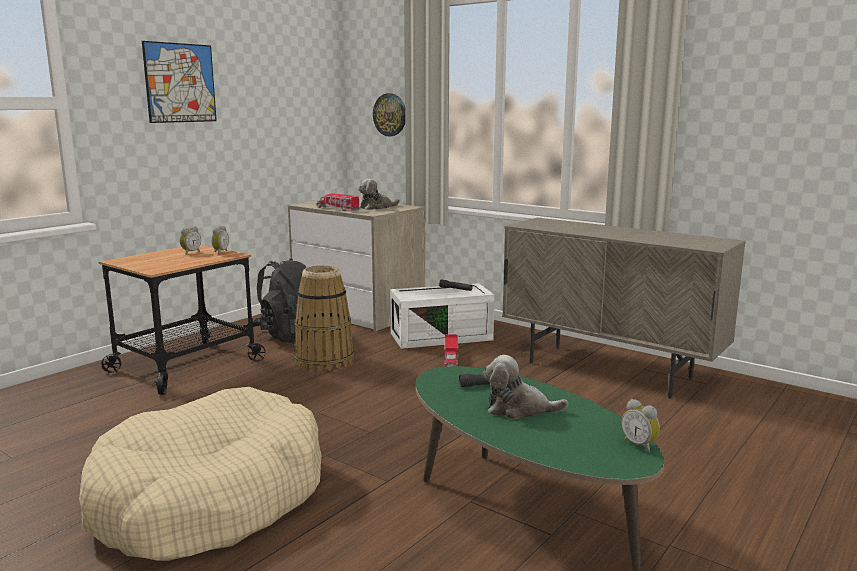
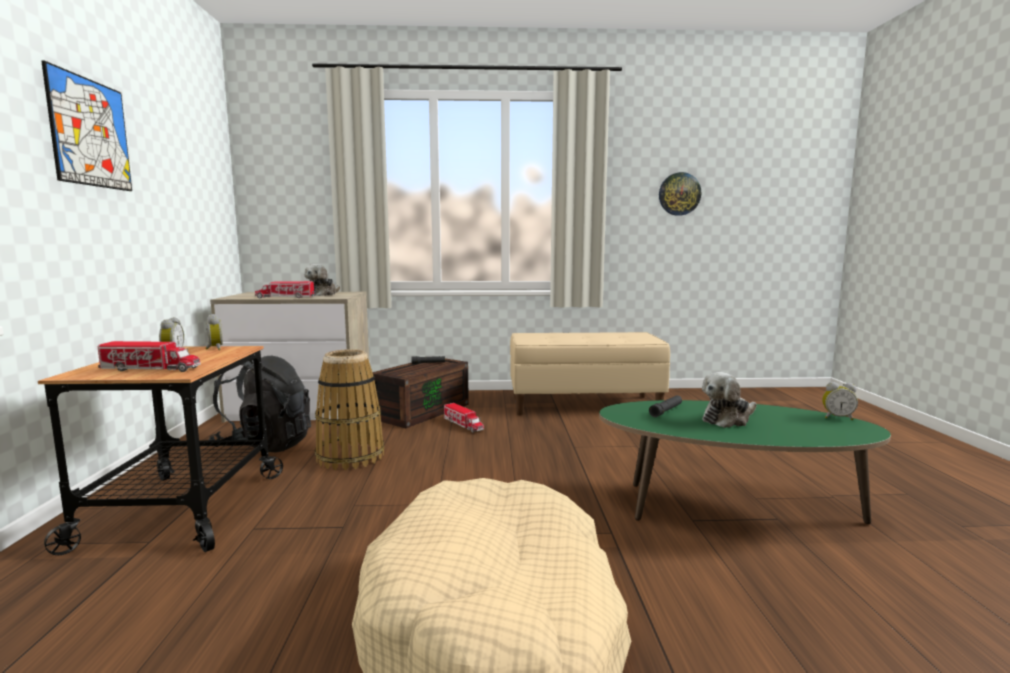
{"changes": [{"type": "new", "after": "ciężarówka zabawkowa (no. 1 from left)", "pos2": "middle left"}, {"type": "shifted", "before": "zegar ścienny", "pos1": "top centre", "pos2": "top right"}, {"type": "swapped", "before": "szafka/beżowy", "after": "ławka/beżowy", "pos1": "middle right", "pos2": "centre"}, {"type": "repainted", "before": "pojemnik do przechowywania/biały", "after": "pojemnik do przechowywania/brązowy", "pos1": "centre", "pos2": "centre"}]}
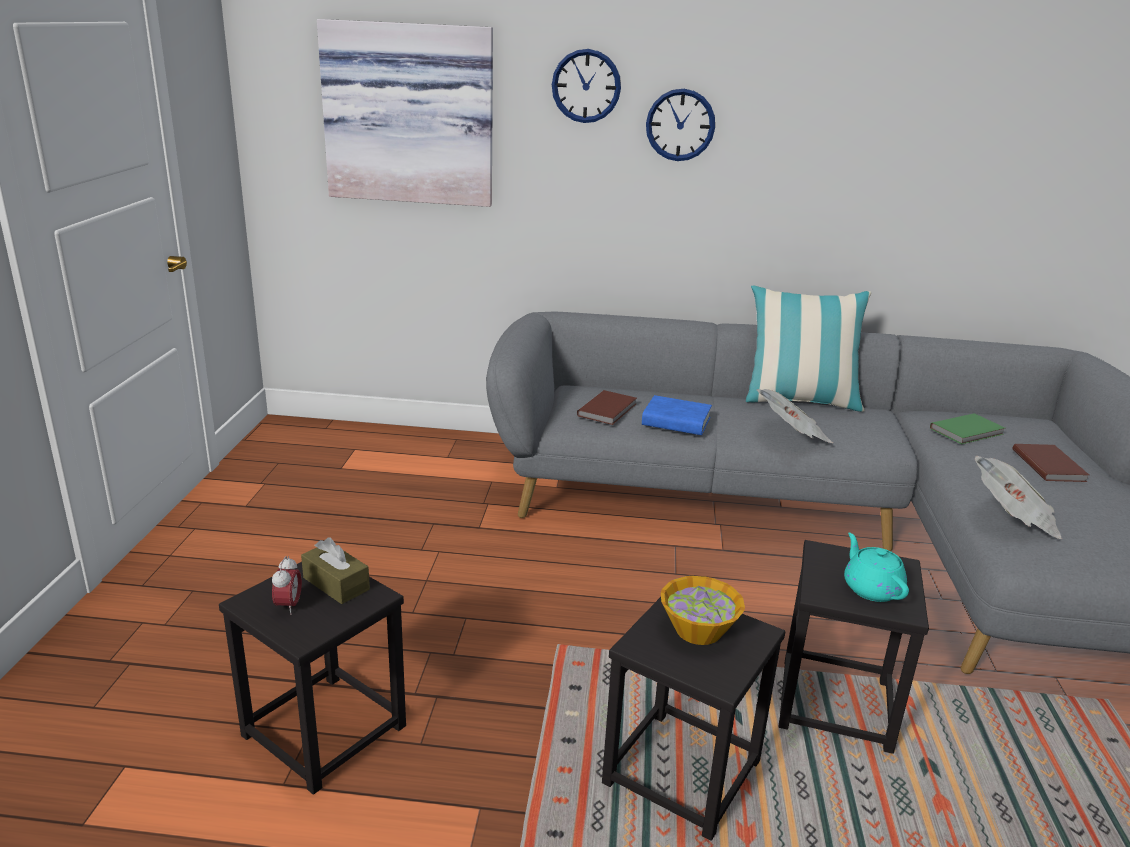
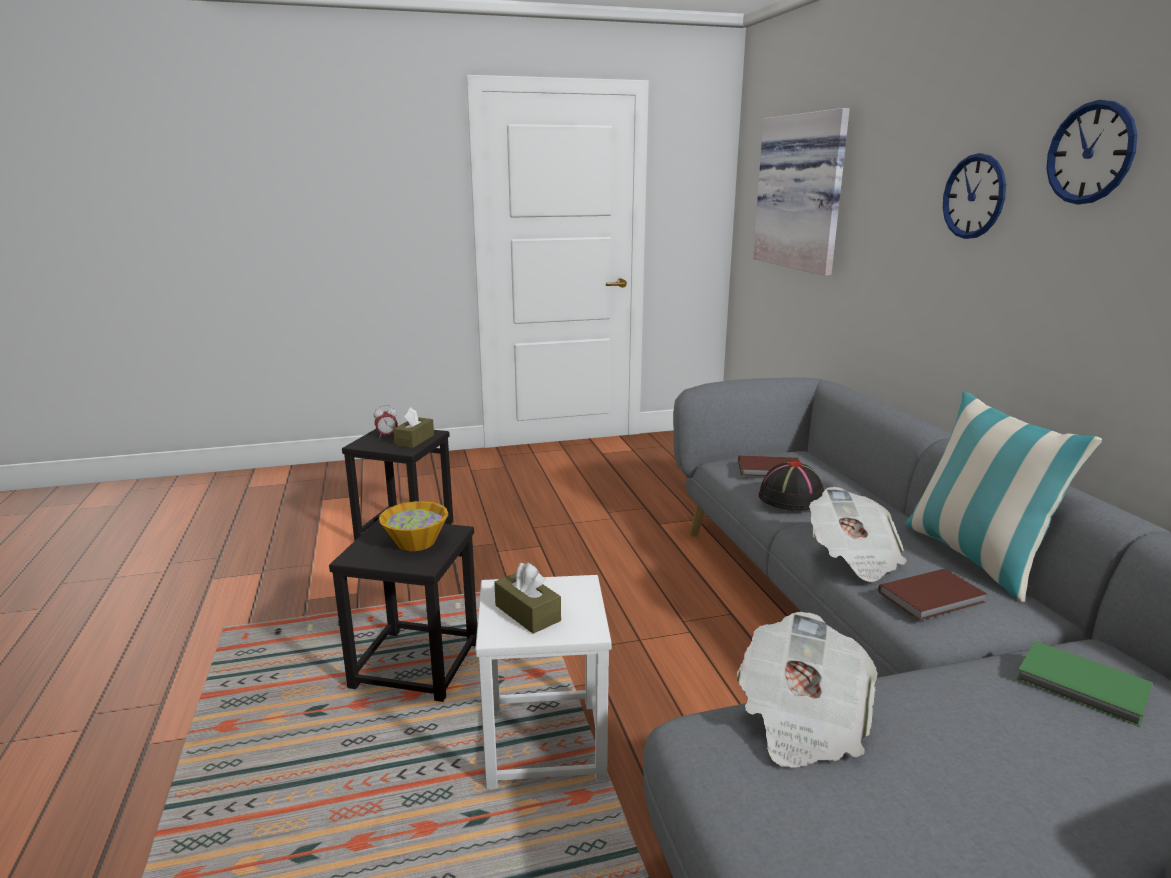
{"changes": [{"type": "shifted", "before": "zegar ścienny (no. 1 from left in the first image)", "after": "zegar ścienny (no. 2 from left)", "pos1": "top centre", "pos2": "top right"}, {"type": "shifted", "before": "książka/brązowy (no. 2 from left)", "pos1": "middle right", "pos2": "bottom right"}, {"type": "swapped", "before": "książka/niebieski", "after": "kapelusz/czarny", "pos1": "centre", "pos2": "middle right"}, {"type": "swapped", "before": "imbryk/turkusowy", "after": "pudełko chusteczek/brązowy (no. 2 from left)", "pos1": "bottom right", "pos2": "bottom centre"}, {"type": "repainted", "before": "stołek/czarny (no. 3 from left)", "after": "stołek/biały", "pos1": "bottom right", "pos2": "bottom centre"}]}
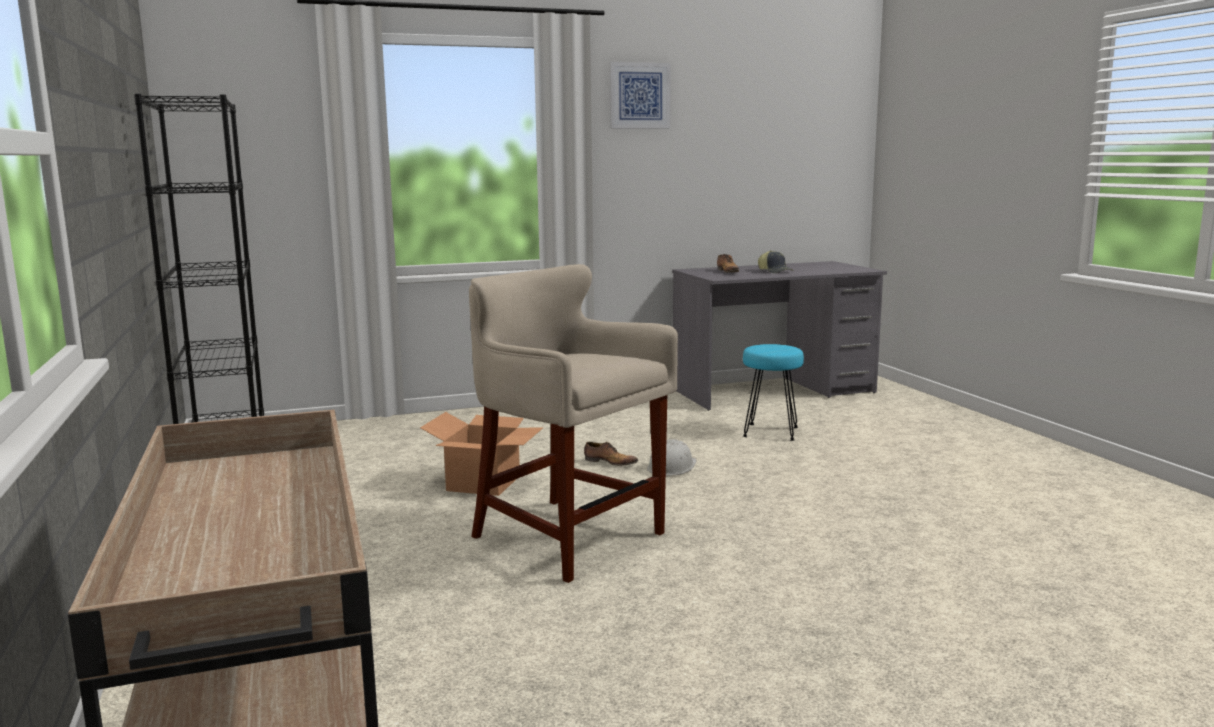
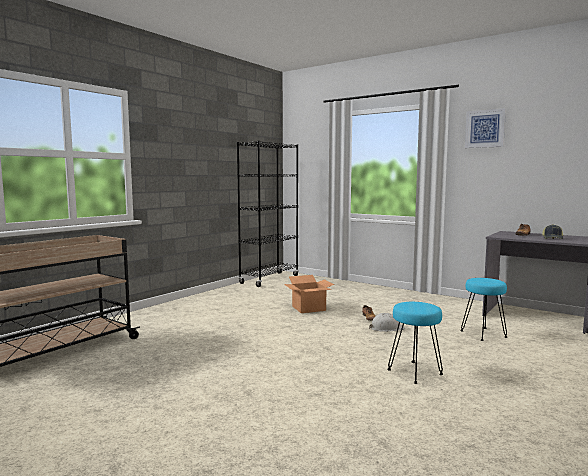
{"changes": [{"type": "gone", "before": "stołek/beżowy", "pos1": "centre"}, {"type": "new", "after": "stołek/turkusowy (no. 1 from left)", "pos2": "bottom right"}]}
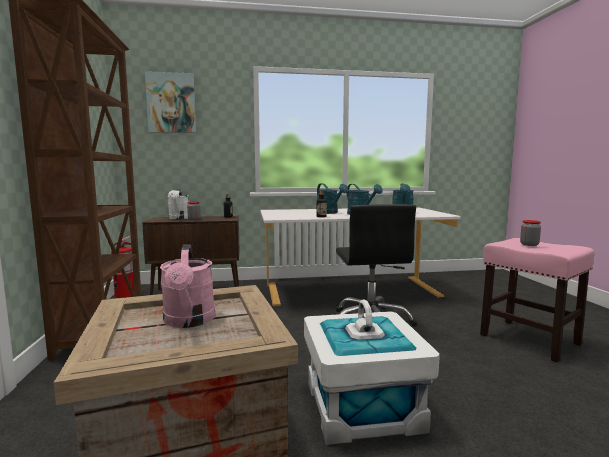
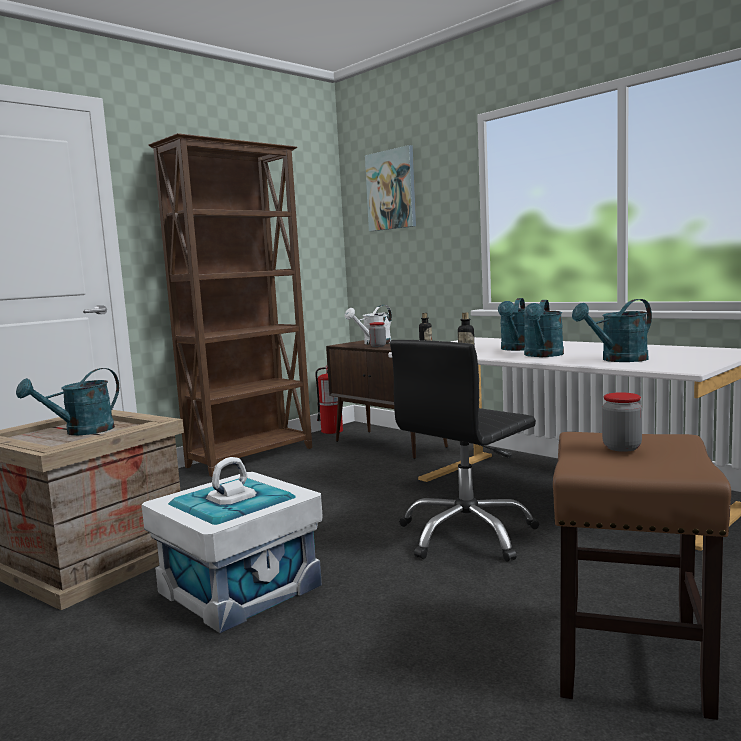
{"changes": [{"type": "repainted", "before": "konewka/różowy", "after": "konewka/turkusowy (no. 1 from left)", "pos1": "middle left", "pos2": "middle left"}, {"type": "repainted", "before": "stołek/różowy", "after": "stołek/brązowy", "pos1": "middle right", "pos2": "bottom right"}]}
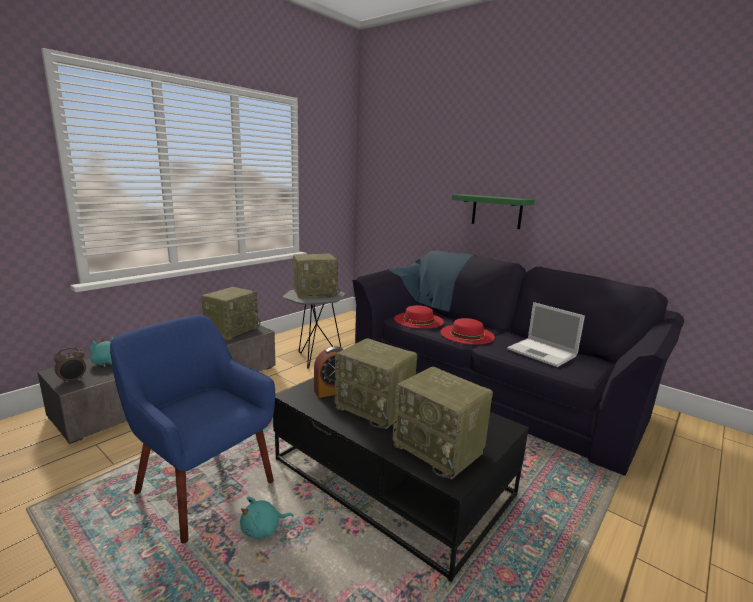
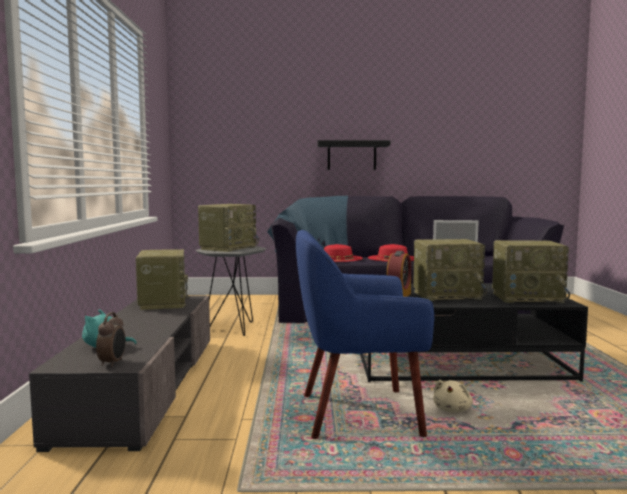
{"changes": [{"type": "repainted", "before": "pluszak/turkusowy (no. 2 from left)", "after": "pluszak/beżowy", "pos1": "bottom centre", "pos2": "bottom right"}, {"type": "repainted", "before": "półka/zielony", "after": "półka/czarny", "pos1": "centre", "pos2": "top centre"}]}
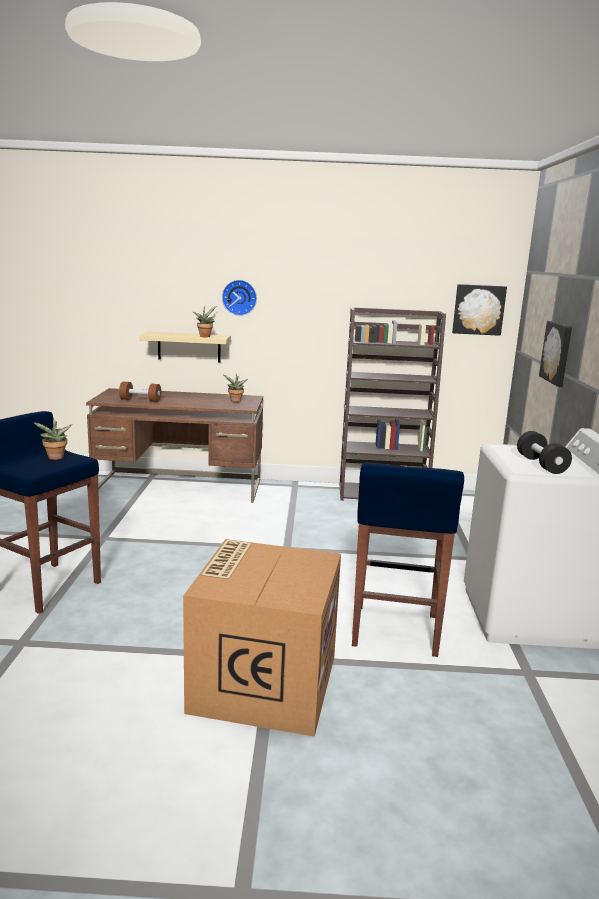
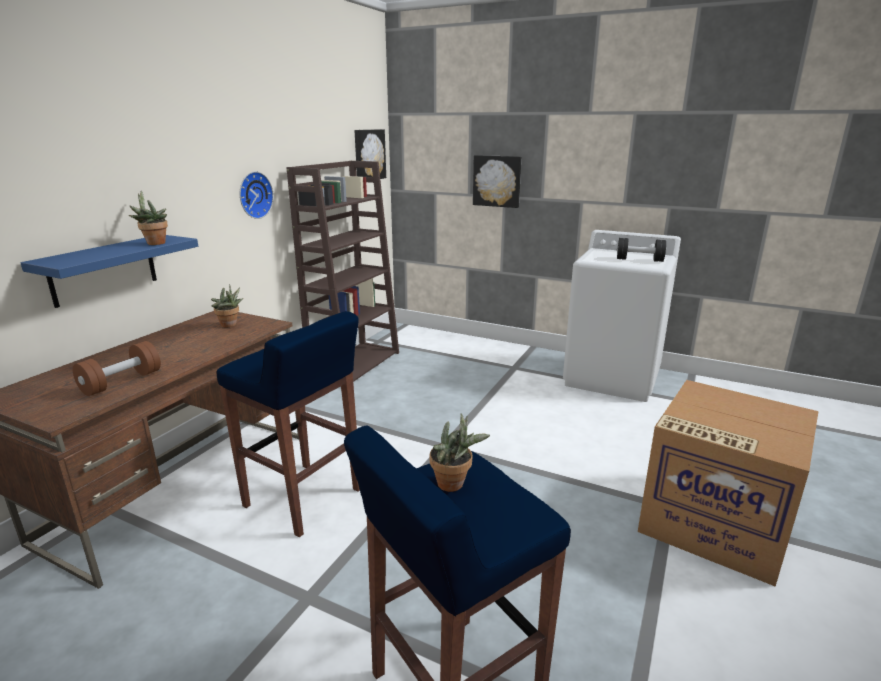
{"changes": [{"type": "shifted", "before": "zegar ścienny", "pos1": "top centre", "pos2": "top left"}, {"type": "shifted", "before": "stołek/niebieski (no. 2 from left in the first image)", "after": "stołek/niebieski (no. 1 from left)", "pos1": "middle right", "pos2": "middle left"}, {"type": "repainted", "before": "półka/beżowy", "after": "półka/niebieski", "pos1": "middle left", "pos2": "middle left"}]}
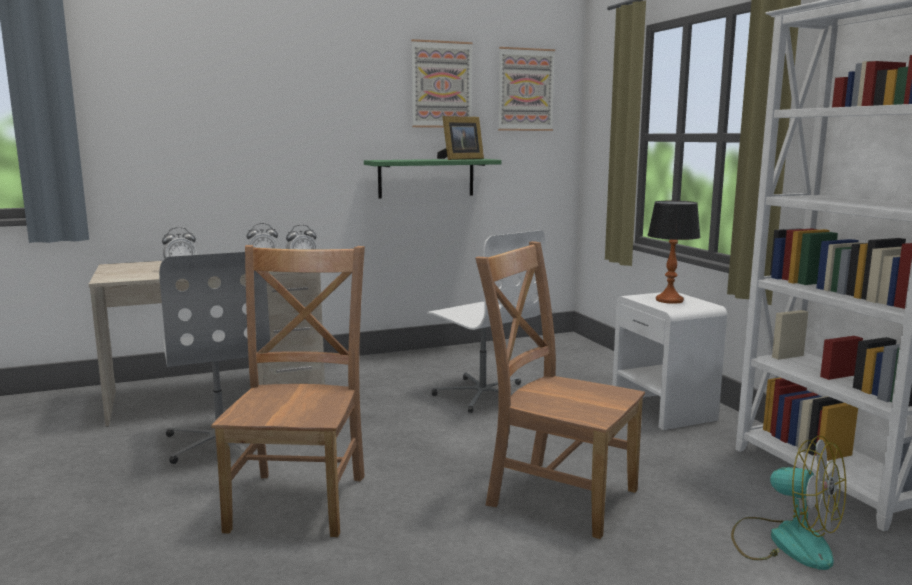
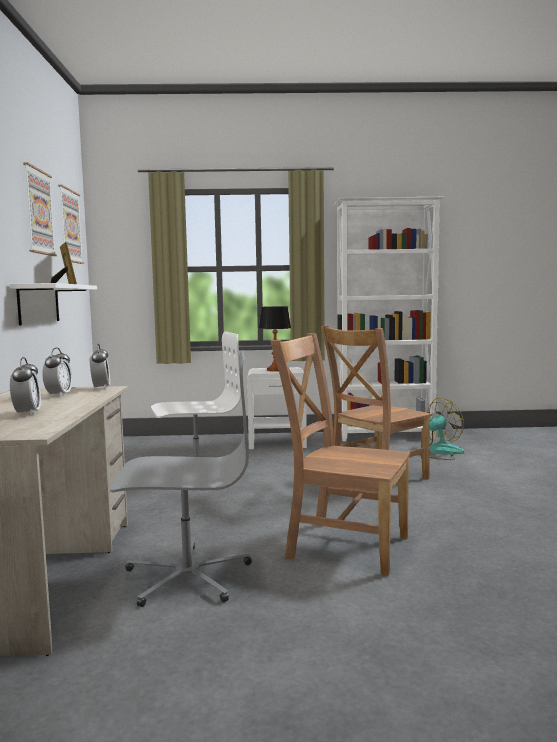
{"changes": [{"type": "repainted", "before": "półka/zielony", "after": "półka/biały", "pos1": "top centre", "pos2": "middle left"}]}
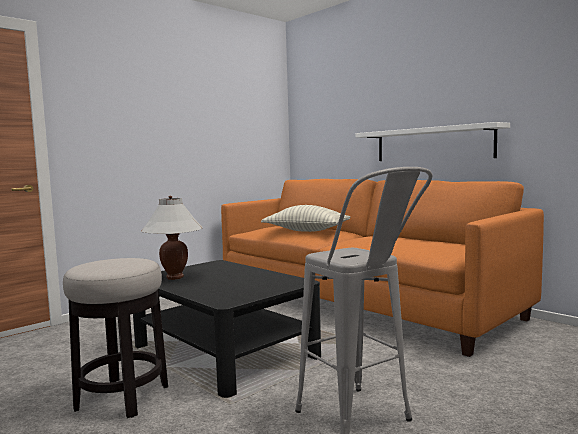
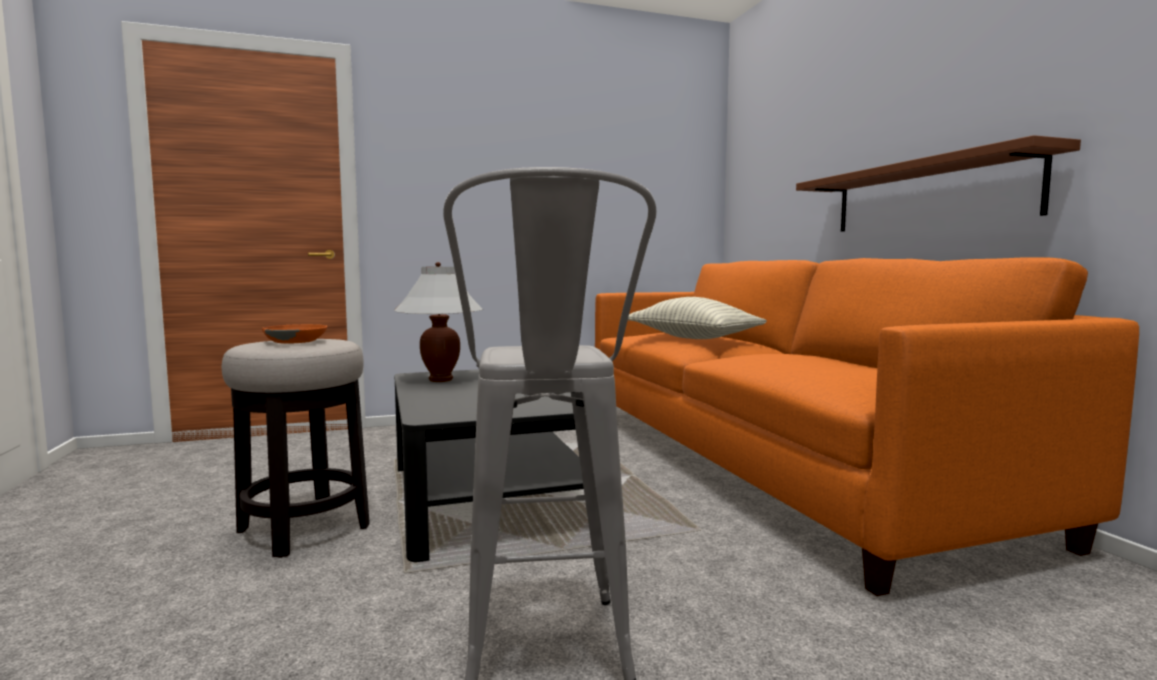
{"changes": [{"type": "new", "after": "miska/pomarańczowy", "pos2": "middle left"}, {"type": "repainted", "before": "półka/biały", "after": "półka/brązowy", "pos1": "top right", "pos2": "top right"}]}
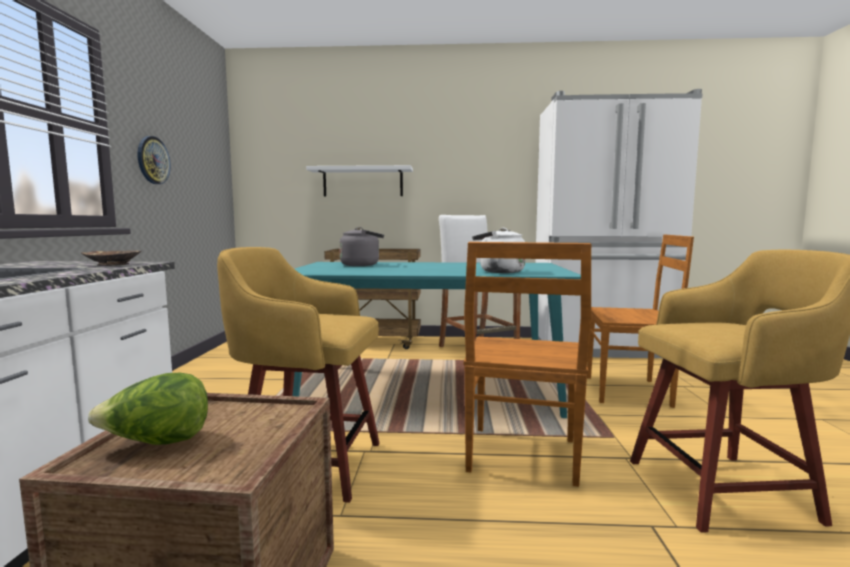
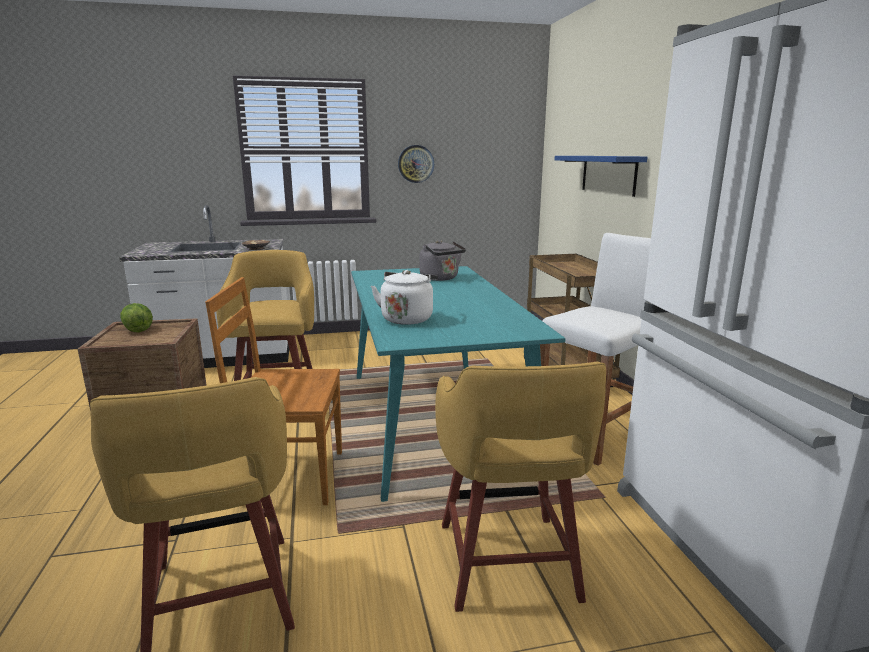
{"changes": [{"type": "swapped", "before": "krzesło/brązowy (no. 2 from left)", "after": "stołek/żółty (no. 3 from left)", "pos1": "middle right", "pos2": "bottom centre"}, {"type": "repainted", "before": "półka/biały", "after": "półka/niebieski", "pos1": "top centre", "pos2": "top right"}]}
